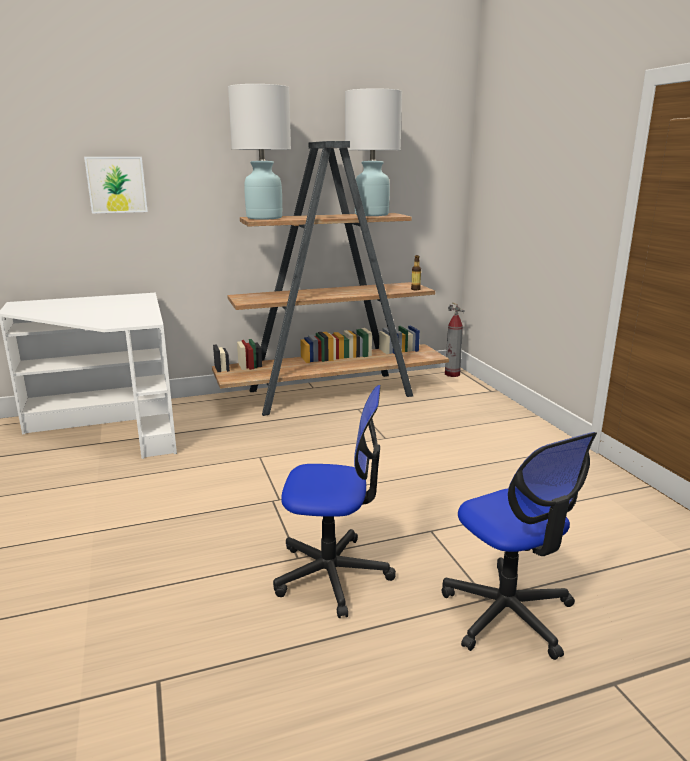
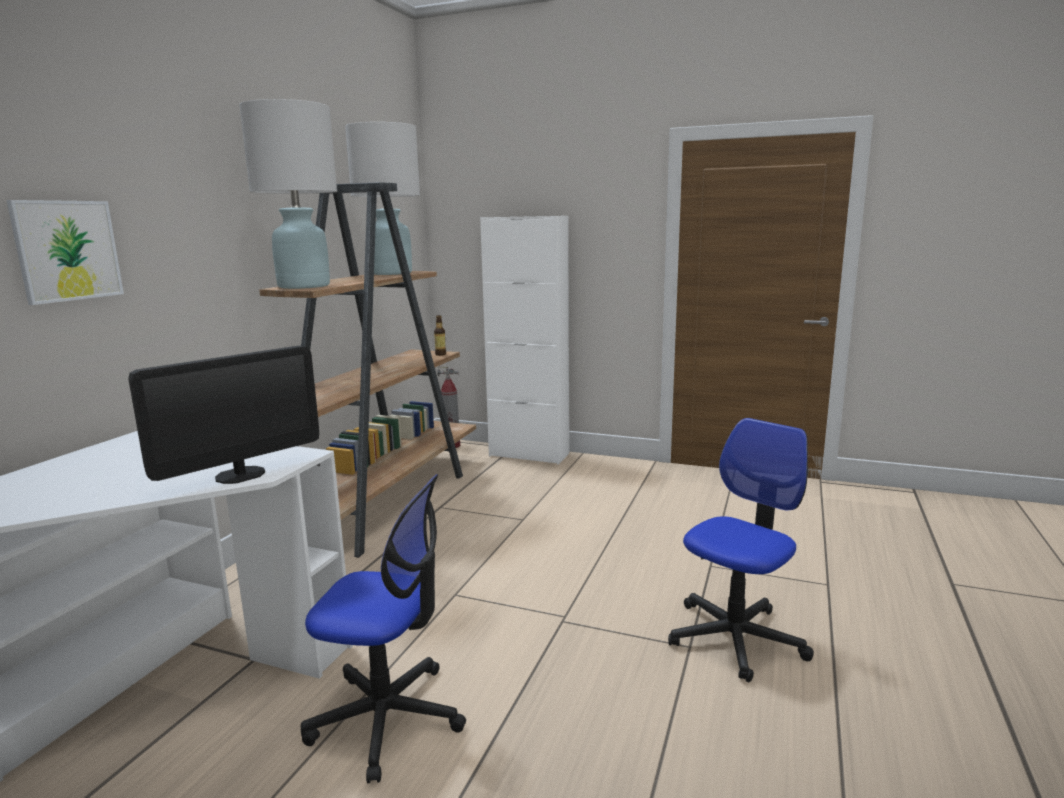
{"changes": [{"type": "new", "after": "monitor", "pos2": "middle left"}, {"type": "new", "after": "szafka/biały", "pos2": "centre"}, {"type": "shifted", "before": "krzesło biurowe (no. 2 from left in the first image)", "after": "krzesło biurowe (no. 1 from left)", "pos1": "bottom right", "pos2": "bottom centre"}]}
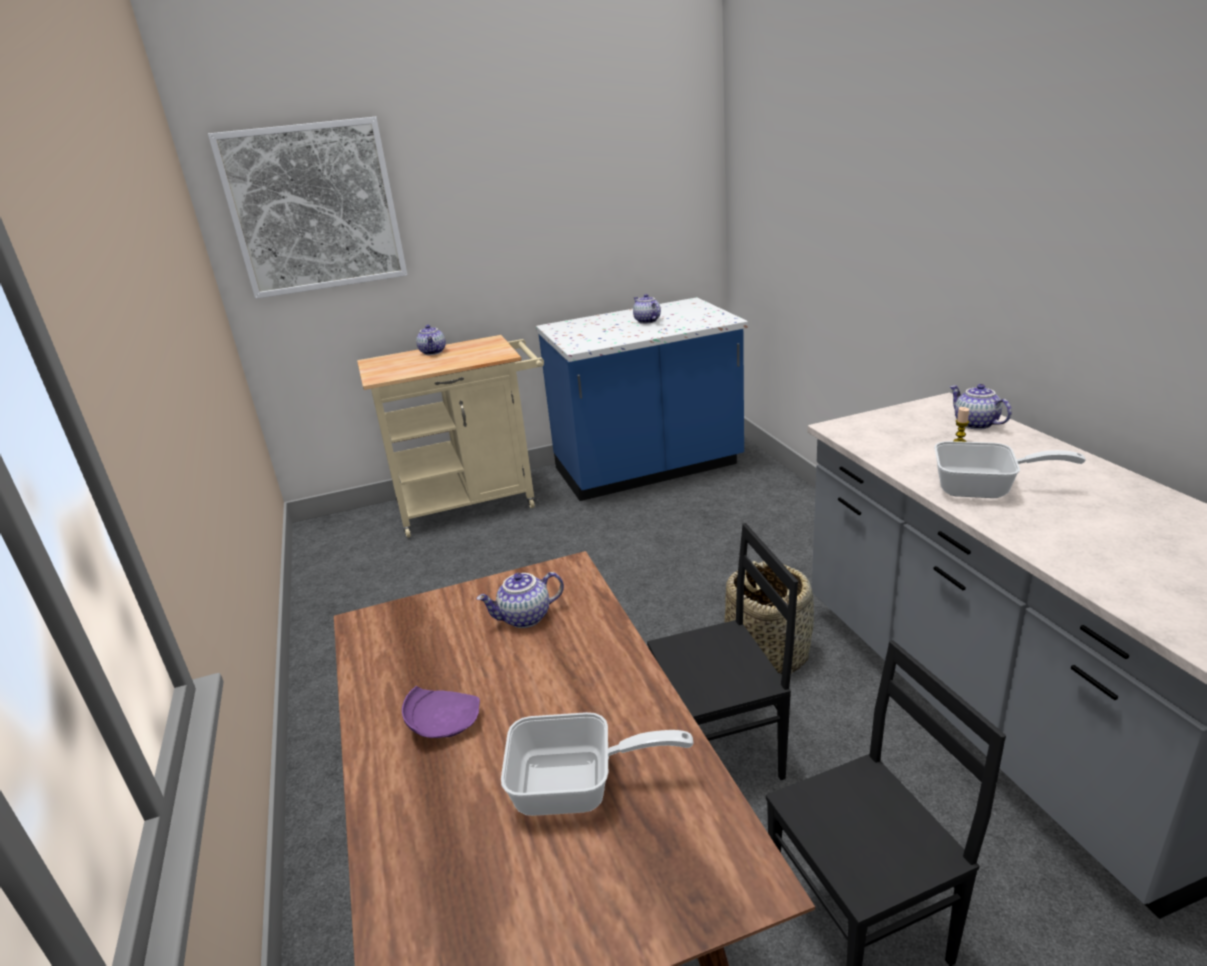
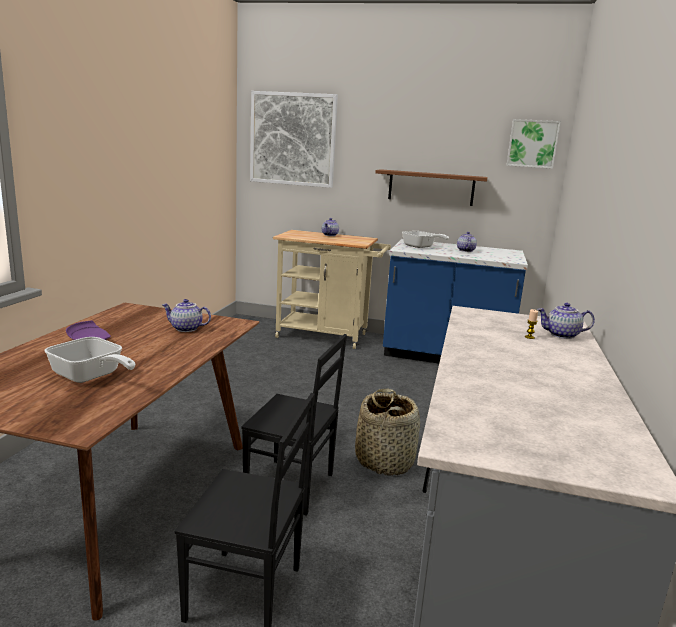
{"changes": [{"type": "new", "after": "półka/brązowy", "pos2": "top centre"}, {"type": "new", "after": "obraz (no. 2 from left)", "pos2": "top right"}, {"type": "shifted", "before": "patelnia (no. 2 from left)", "pos1": "middle right", "pos2": "centre"}, {"type": "rotated", "before": "imbryk (no. 4 from left)", "pos1": "middle right", "pos2": "middle right", "turn": -90}]}
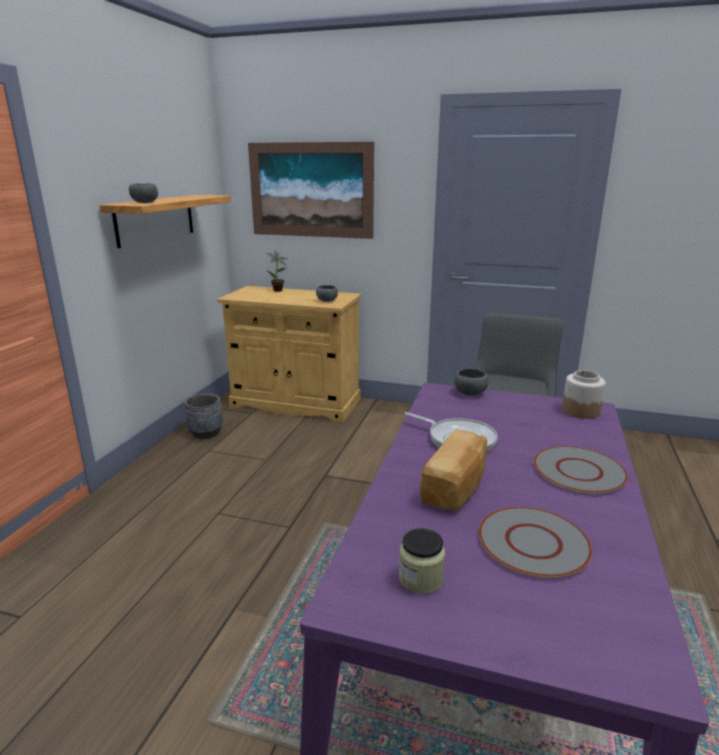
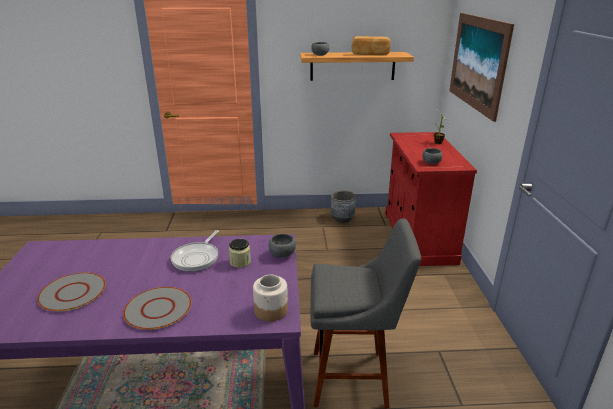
{"changes": [{"type": "shifted", "before": "słoik (no. 1 from left)", "pos1": "bottom centre", "pos2": "centre"}, {"type": "shifted", "before": "chleb", "pos1": "centre", "pos2": "top centre"}, {"type": "repainted", "before": "szafka/beżowy", "after": "szafka/czerwony", "pos1": "centre", "pos2": "middle right"}]}
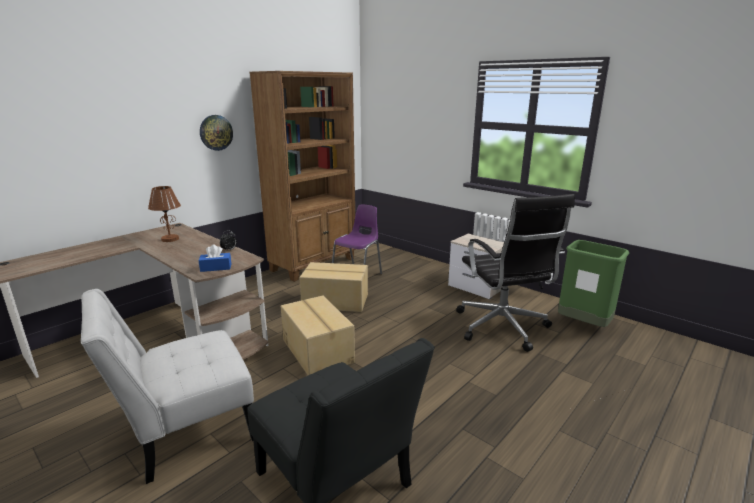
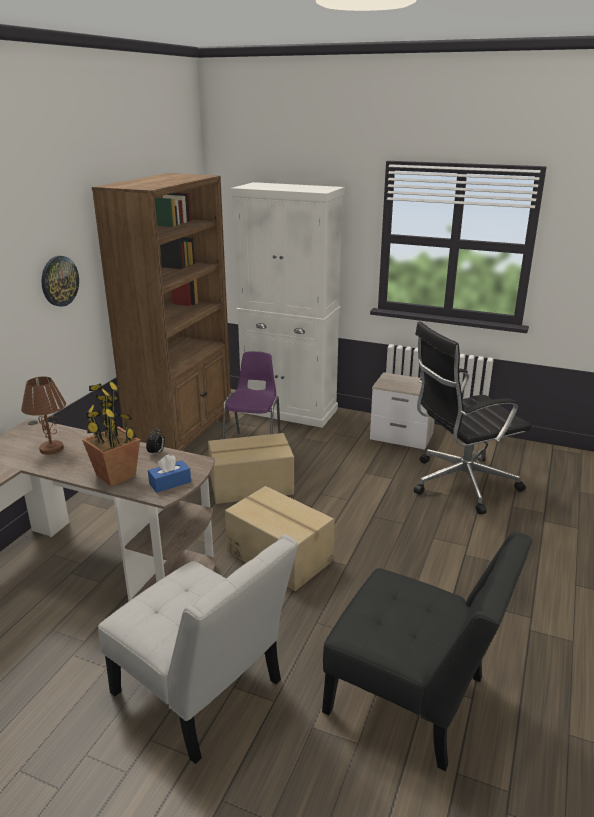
{"changes": [{"type": "gone", "before": "kosz na śmieci/zielony", "pos1": "middle right"}, {"type": "new", "after": "roślina doniczkowa", "pos2": "middle left"}, {"type": "new", "after": "szafka/biały", "pos2": "centre"}, {"type": "rotated", "before": "krzesło/biały", "pos1": "bottom left", "pos2": "bottom centre", "turn": -90}, {"type": "rotated", "before": "krzesło biurowe/czarny", "pos1": "middle right", "pos2": "middle right", "turn": 105}]}
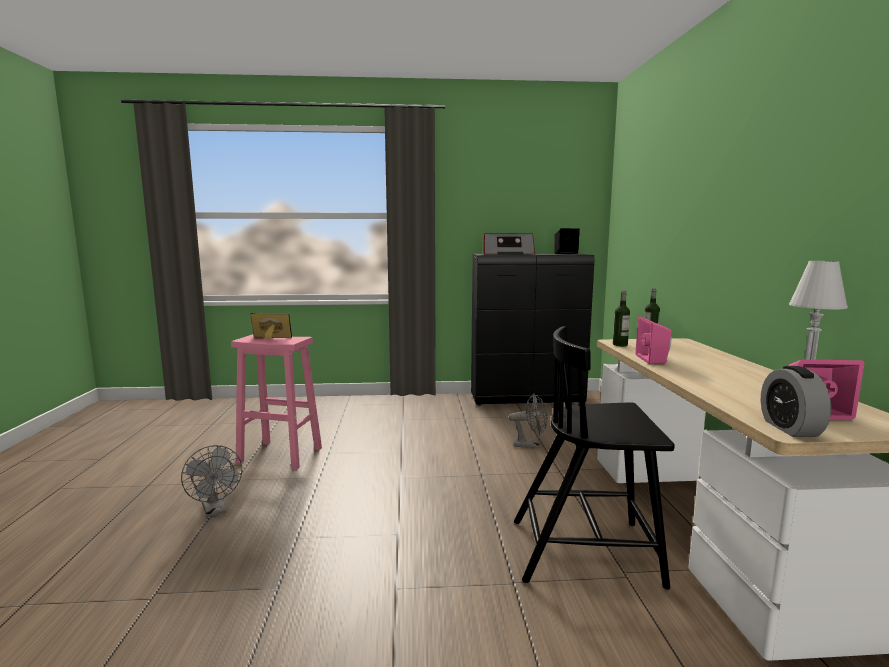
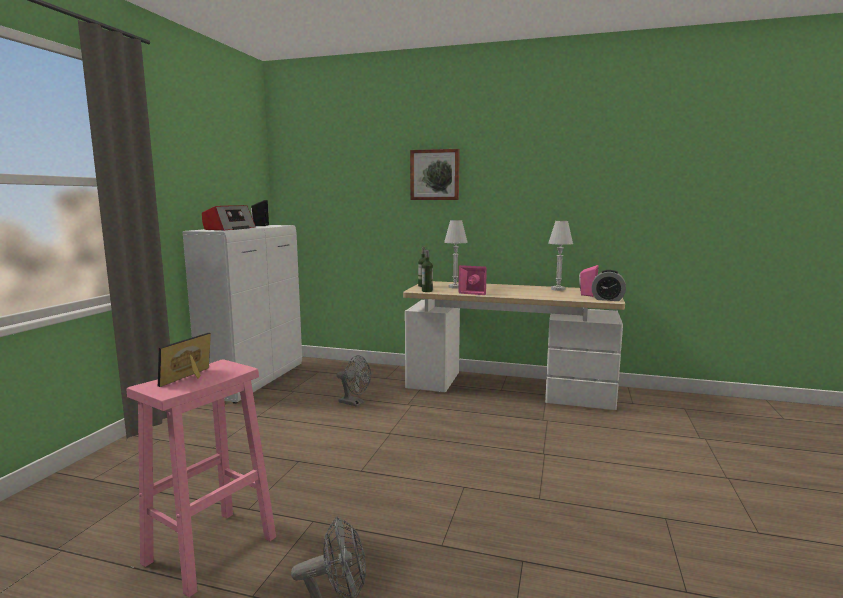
{"changes": [{"type": "gone", "before": "krzesło/czarny", "pos1": "bottom right"}, {"type": "new", "after": "obraz", "pos2": "top centre"}, {"type": "new", "after": "lampa stołowa/biały (no. 1 from left)", "pos2": "centre"}, {"type": "repainted", "before": "szafka/czarny", "after": "szafka/biały", "pos1": "centre", "pos2": "middle left"}, {"type": "rotated", "before": "wentylator/szary (no. 2 from left)", "pos1": "centre", "pos2": "centre", "turn": 90}]}
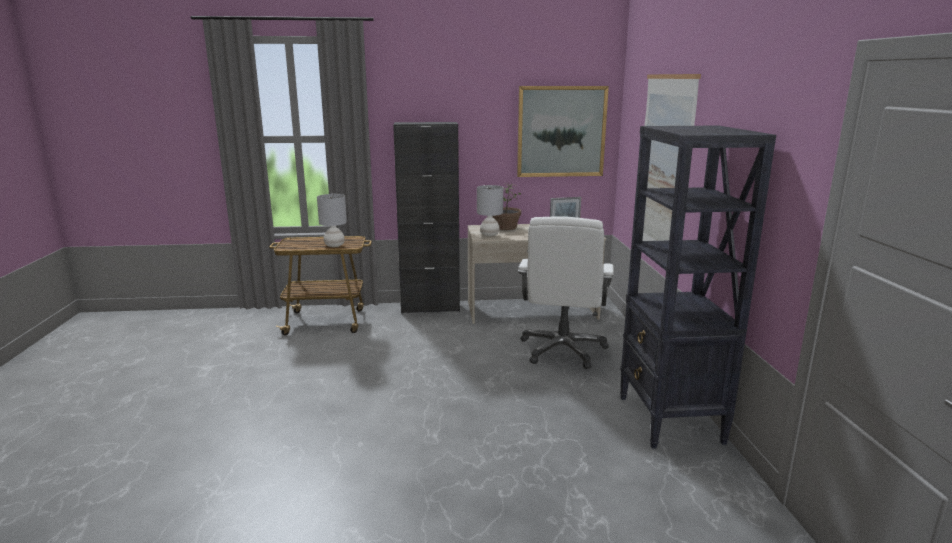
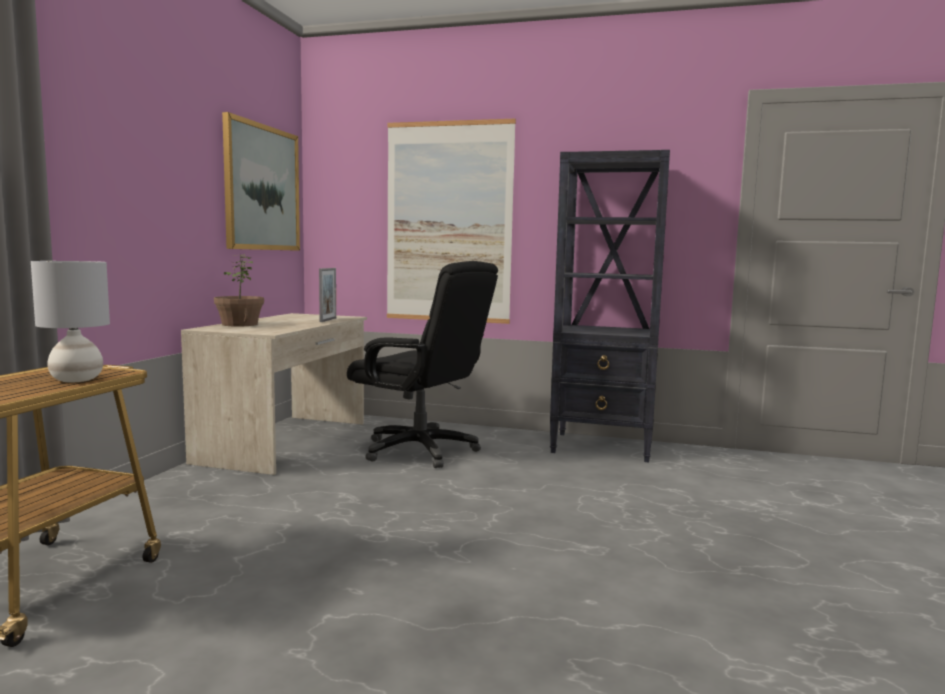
{"changes": [{"type": "gone", "before": "szafka/czarny", "pos1": "centre"}, {"type": "gone", "before": "lampa stołowa/szary (no. 2 from left)", "pos1": "centre"}, {"type": "repainted", "before": "krzesło biurowe/biały", "after": "krzesło biurowe/czarny", "pos1": "centre", "pos2": "centre"}]}
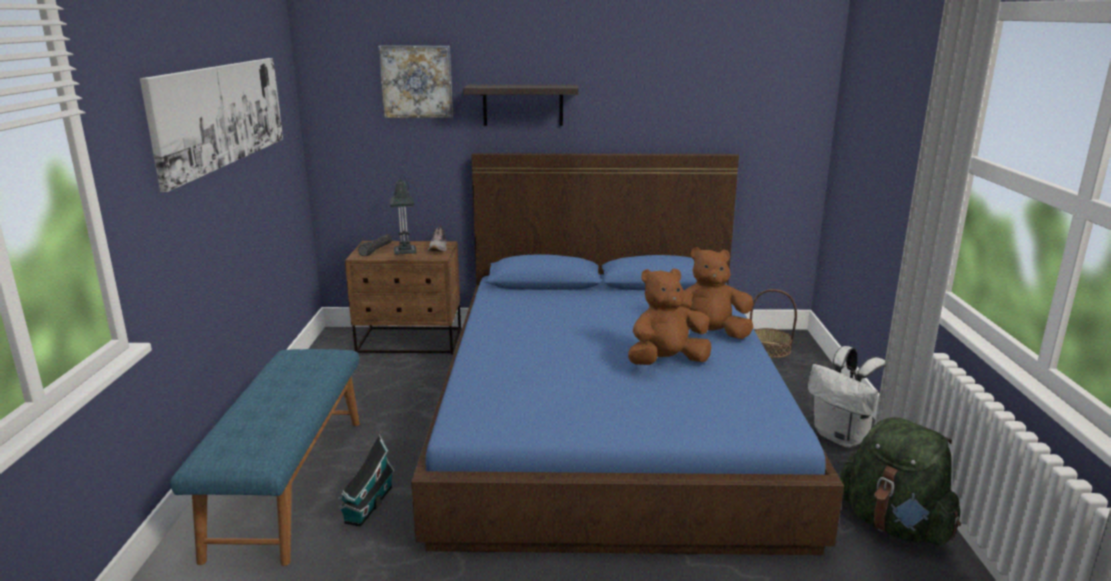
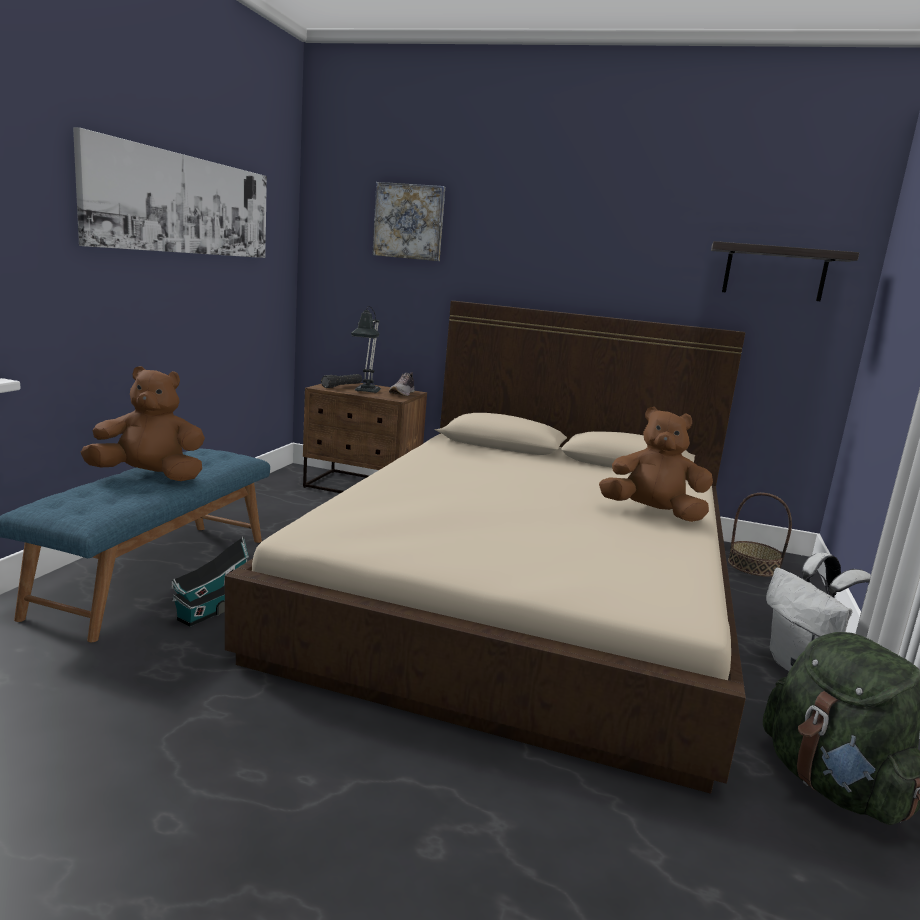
{"changes": [{"type": "shifted", "before": "półka", "pos1": "top centre", "pos2": "top right"}, {"type": "shifted", "before": "pluszak/brązowy (no. 1 from left)", "pos1": "centre", "pos2": "middle left"}, {"type": "repainted", "before": "łóżko/niebieski", "after": "łóżko/beżowy", "pos1": "centre", "pos2": "centre"}]}
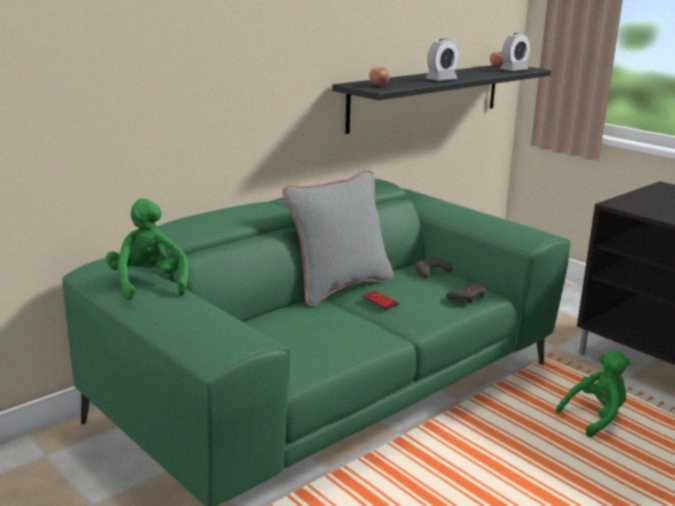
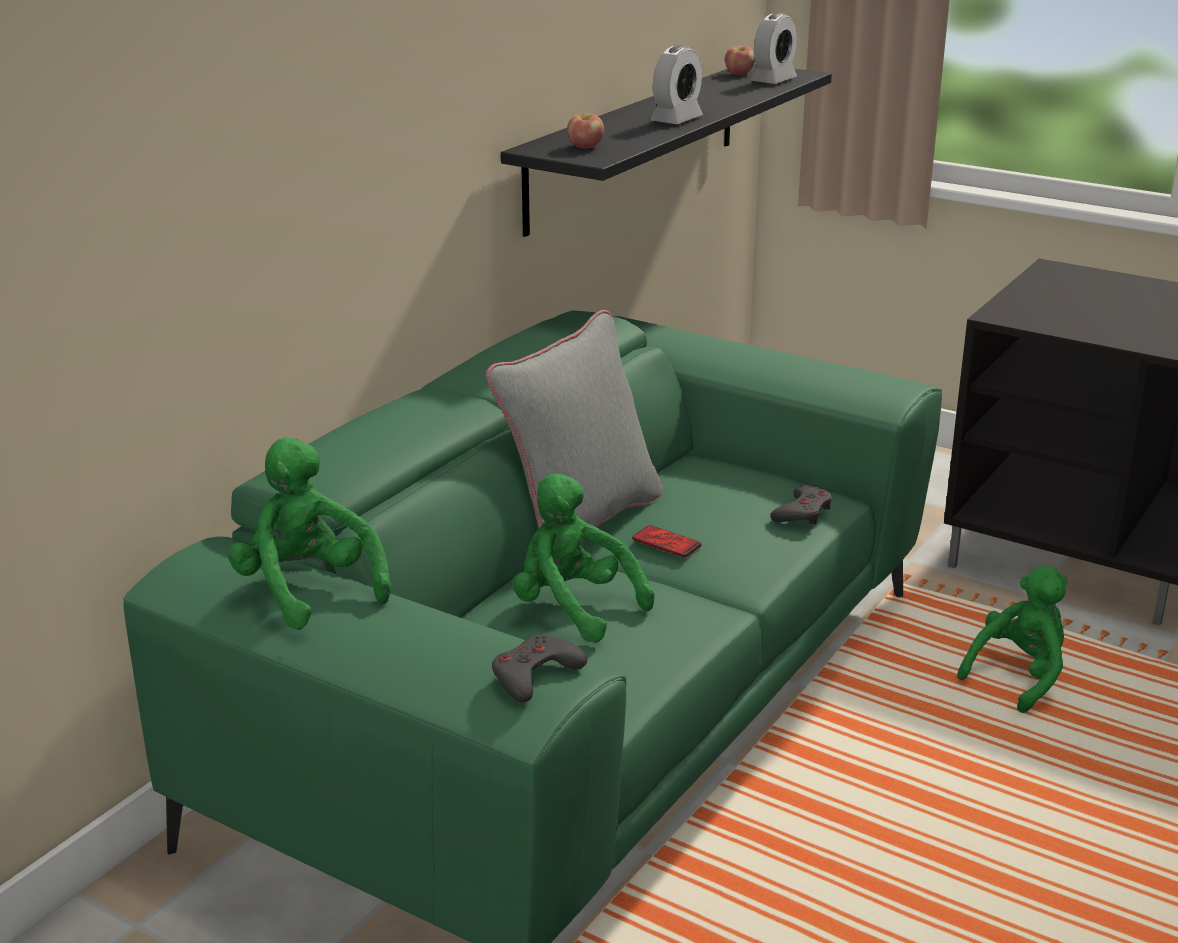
{"changes": [{"type": "new", "after": "pluszak/zielony (no. 2 from left)", "pos2": "centre"}, {"type": "shifted", "before": "pad do gier/szary (no. 1 from left)", "pos1": "centre", "pos2": "bottom centre"}]}
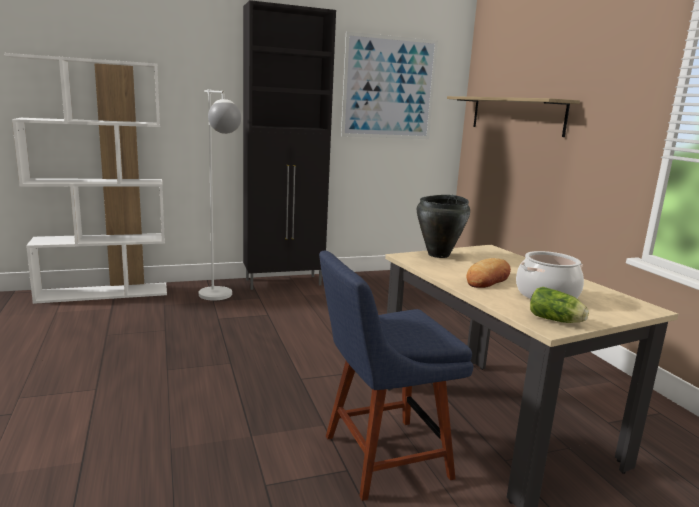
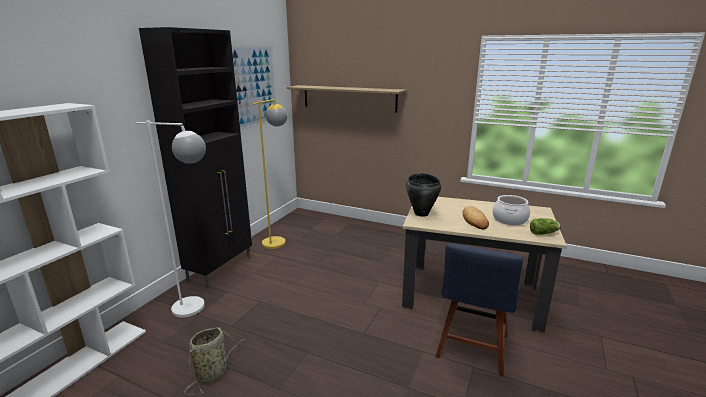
{"changes": [{"type": "new", "after": "koszyk", "pos2": "bottom left"}, {"type": "new", "after": "lampa stojąca/żółty", "pos2": "centre"}]}
